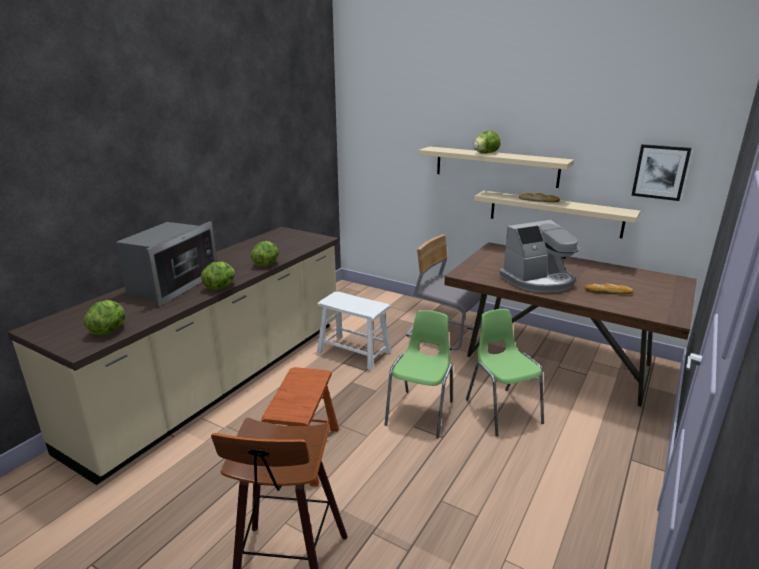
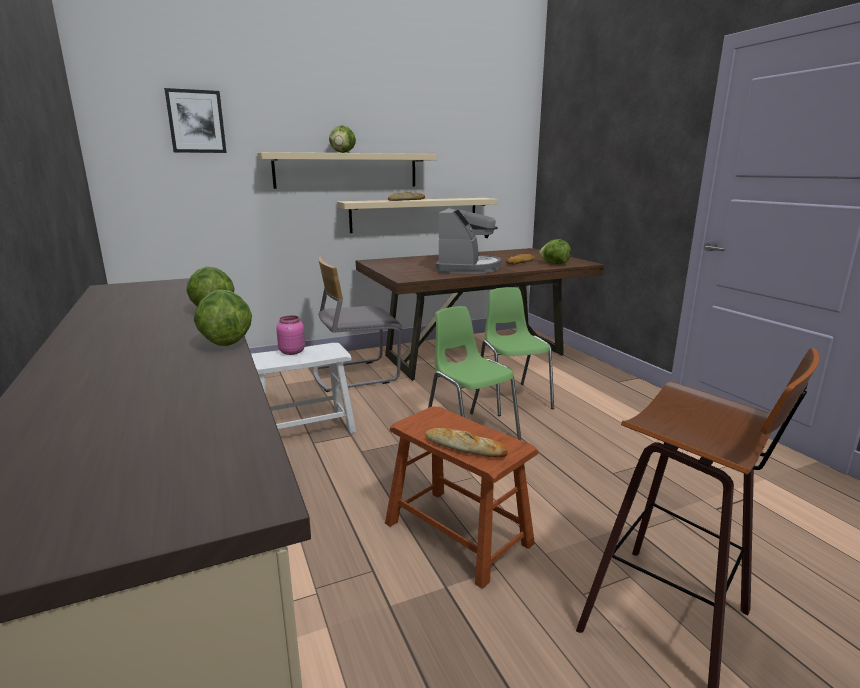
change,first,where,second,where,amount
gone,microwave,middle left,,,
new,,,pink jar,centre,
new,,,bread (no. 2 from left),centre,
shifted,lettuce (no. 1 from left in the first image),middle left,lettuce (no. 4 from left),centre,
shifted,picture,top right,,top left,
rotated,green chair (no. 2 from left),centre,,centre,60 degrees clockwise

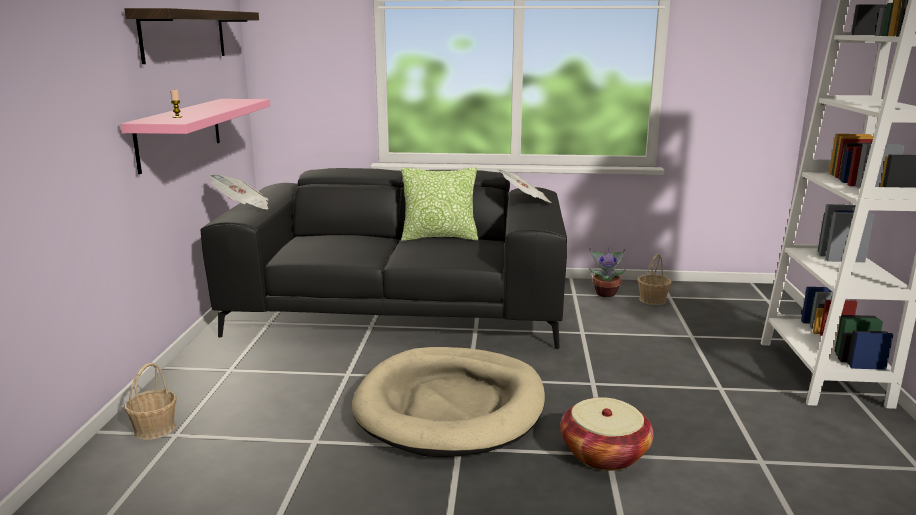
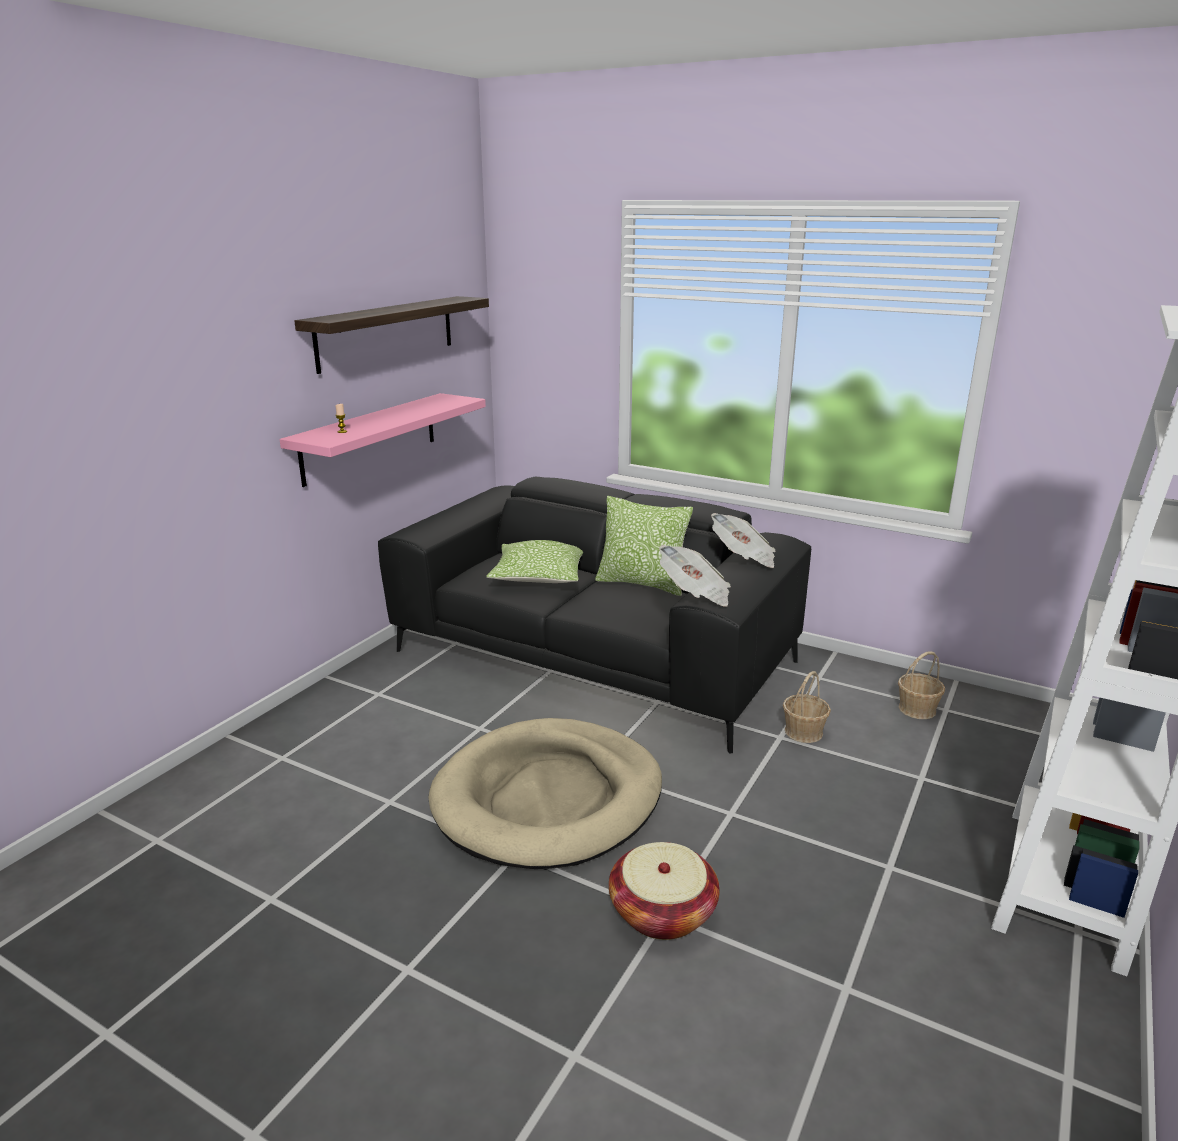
change,first,where,second,where,amount
gone,potted plant,centre,,,
new,,,pillow (no. 1 from left),centre,
shifted,basket (no. 1 from left in the first image),bottom left,basket (no. 2 from left),middle right,
shifted,newspaper (no. 1 from left),middle left,,centre,

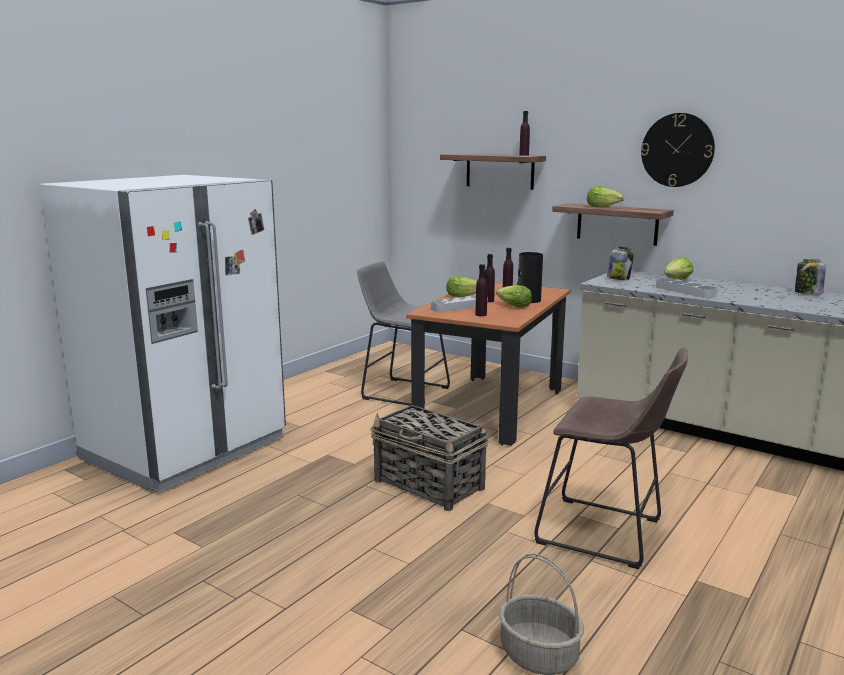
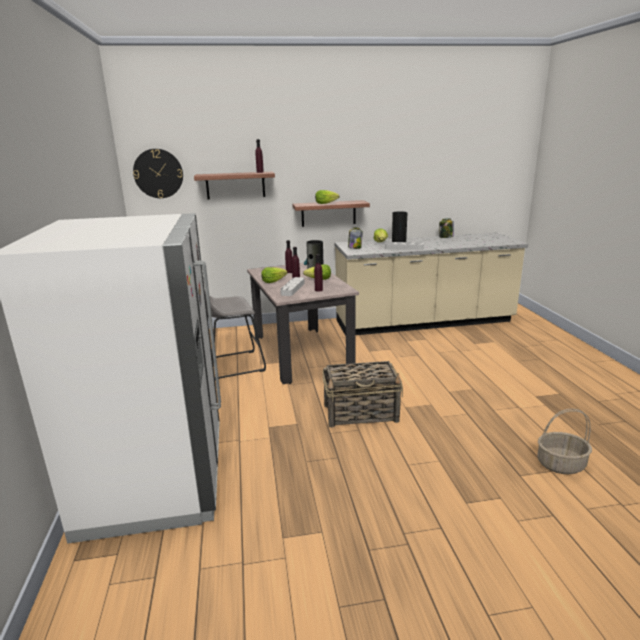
change,first,where,second,where,amount
gone,brown stool,bottom right,,,
new,,,vase (no. 2 from left),centre,
shifted,wall clock,top right,,top left,
repainted,orange dining table,centre,beige dining table,centre,

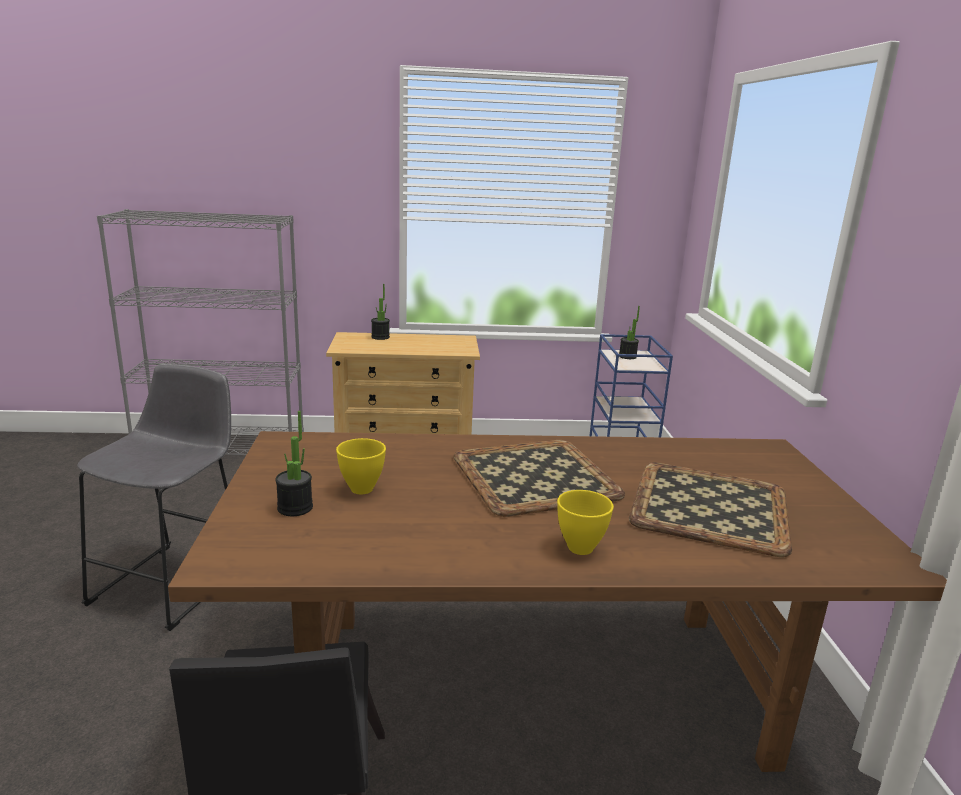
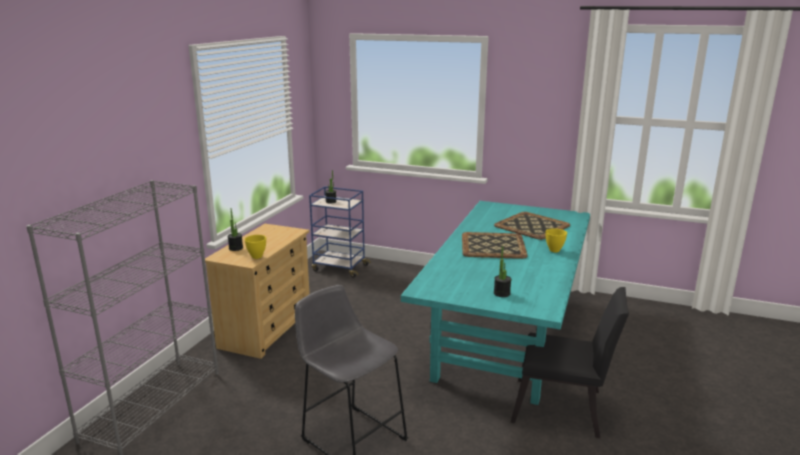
change,first,where,second,where,amount
shifted,yellow bowl (no. 1 from left),centre,,middle left,
repainted,brown dining table,bottom centre,turquoise dining table,centre,

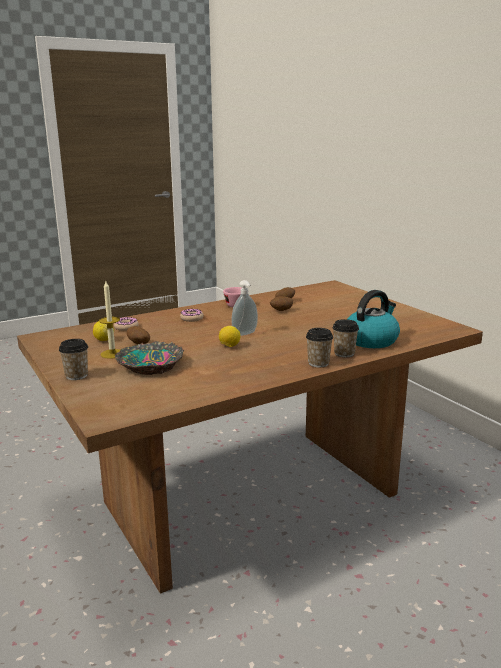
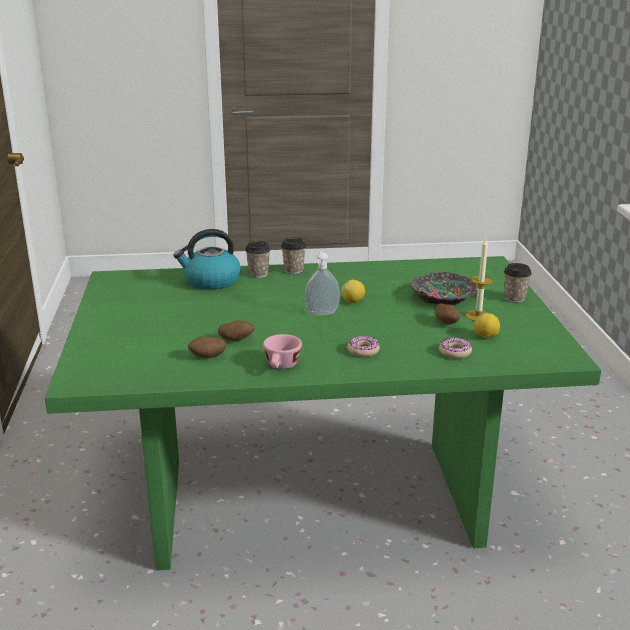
change,first,where,second,where,amount
repainted,brown dining table,centre,green dining table,centre,

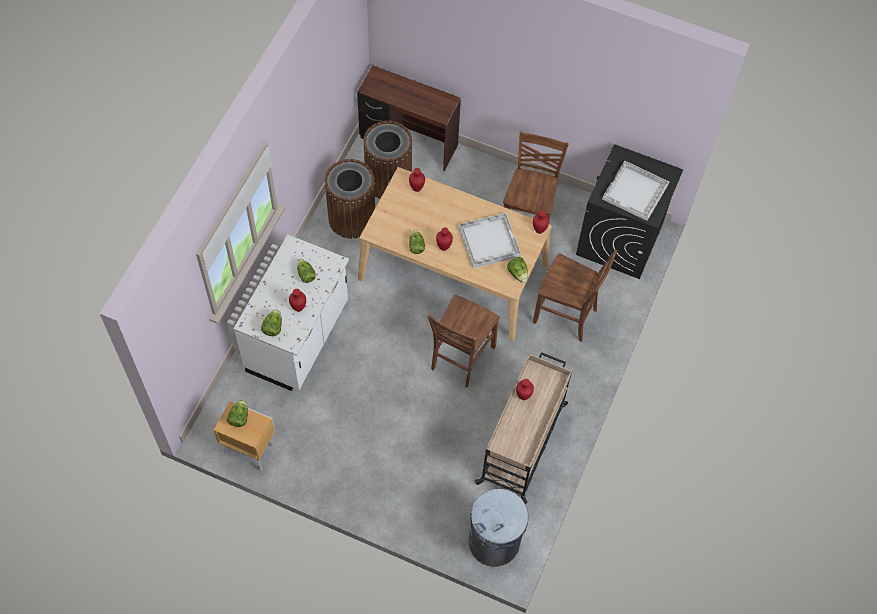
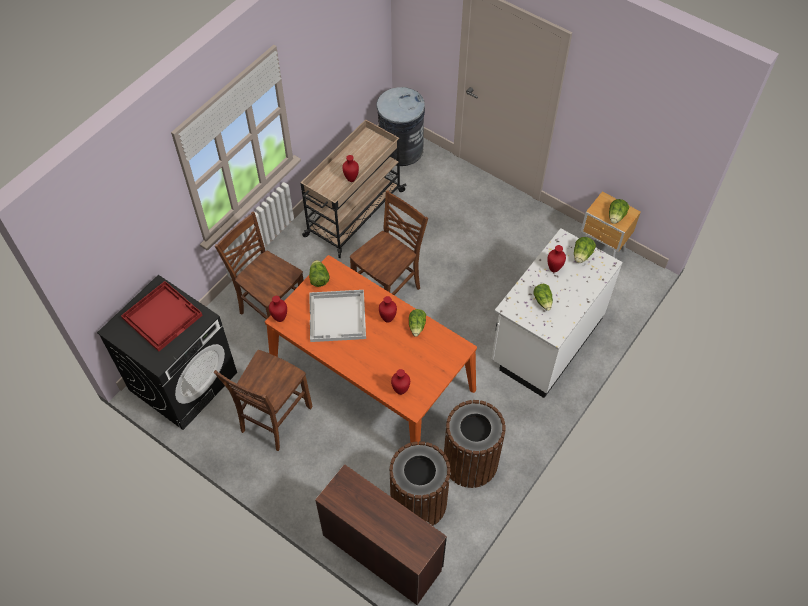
change,first,where,second,where,amount
repainted,beige dining table,centre,orange dining table,centre,
repainted,white tray (no. 2 from left),top right,red tray,middle left,

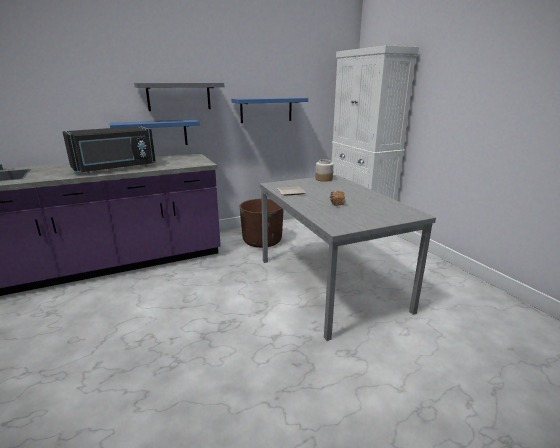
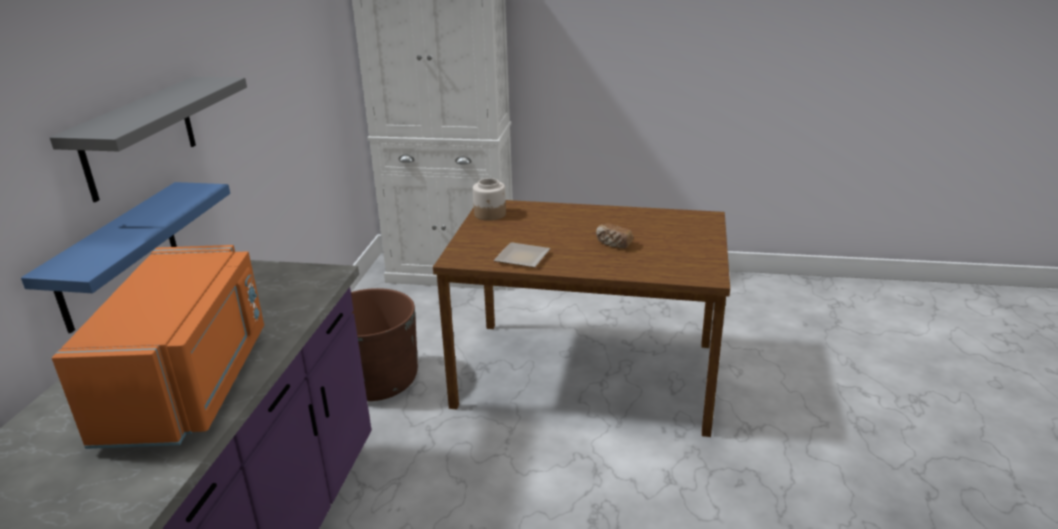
change,first,where,second,where,amount
gone,blue shelf (no. 2 from left),top centre,,,
repainted,black microwave,middle left,orange microwave,middle left,
repainted,grey dining table,centre,brown dining table,centre,

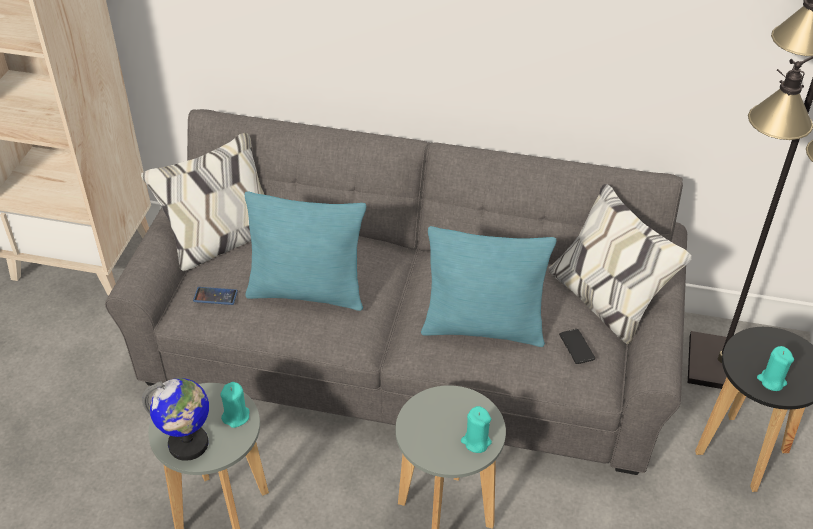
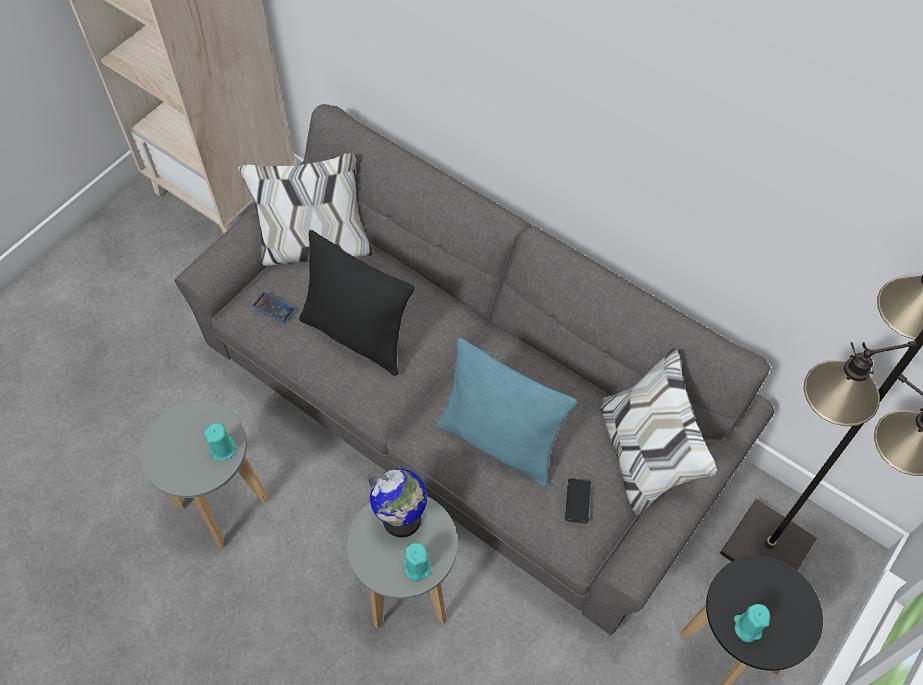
change,first,where,second,where,amount
shifted,globe,bottom left,,bottom centre,
repainted,turquoise pillow (no. 1 from left),centre,black pillow,centre,

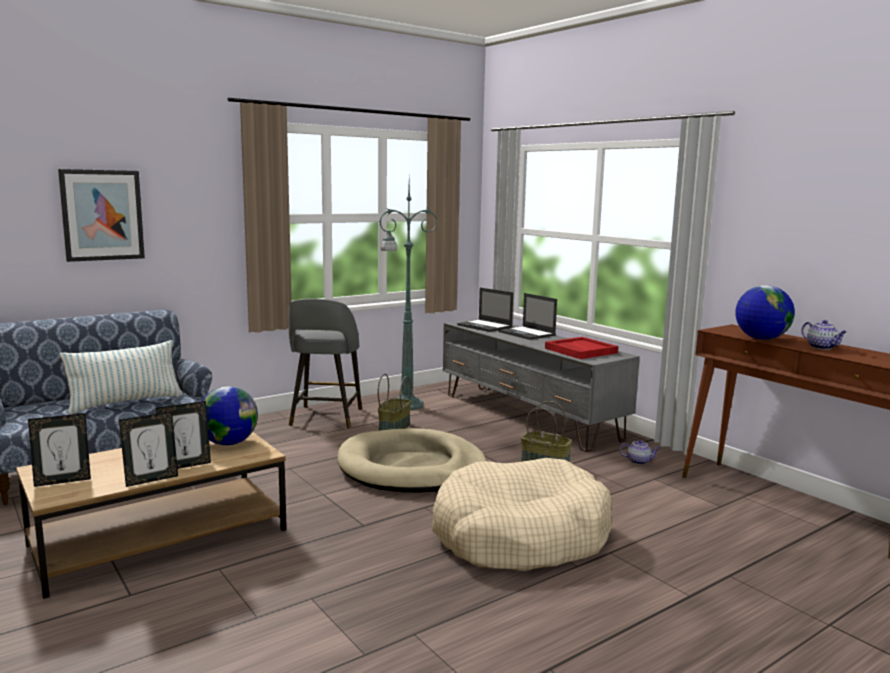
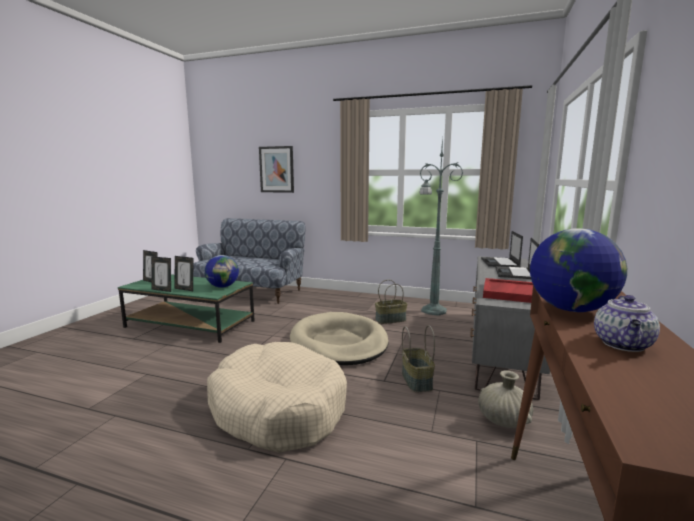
change,first,where,second,where,amount
gone,pillow,middle left,,,
gone,grey stool,centre,,,
swapped,teapot (no. 1 from left),bottom right,beige vase,bottom right,
repainted,brown coffee table,bottom left,green coffee table,middle left,

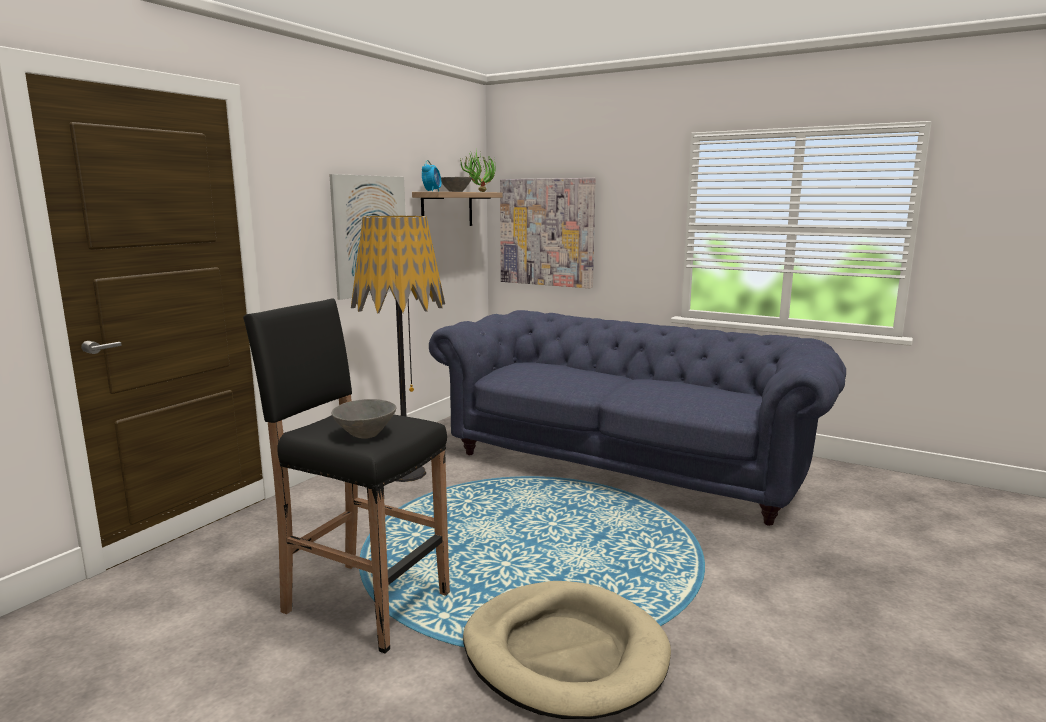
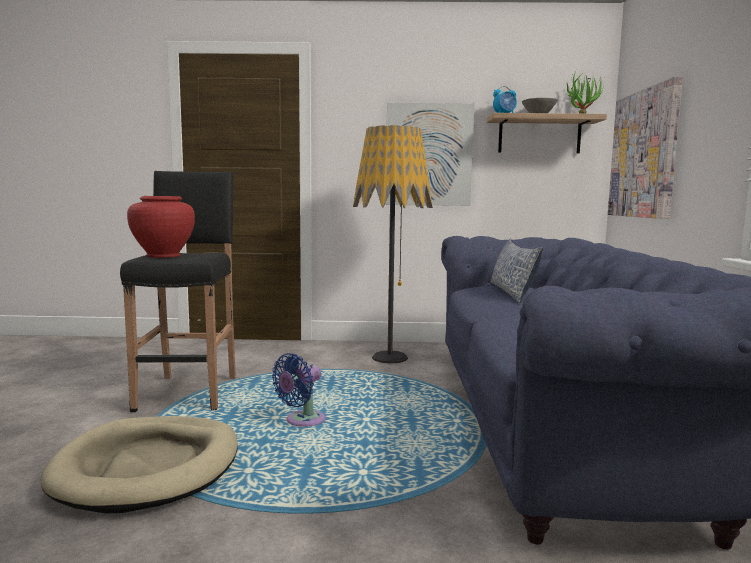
change,first,where,second,where,amount
new,,,blue fan,bottom centre,
new,,,pillow,middle right,
swapped,grey bowl (no. 1 from left),centre,red vase,middle left,

